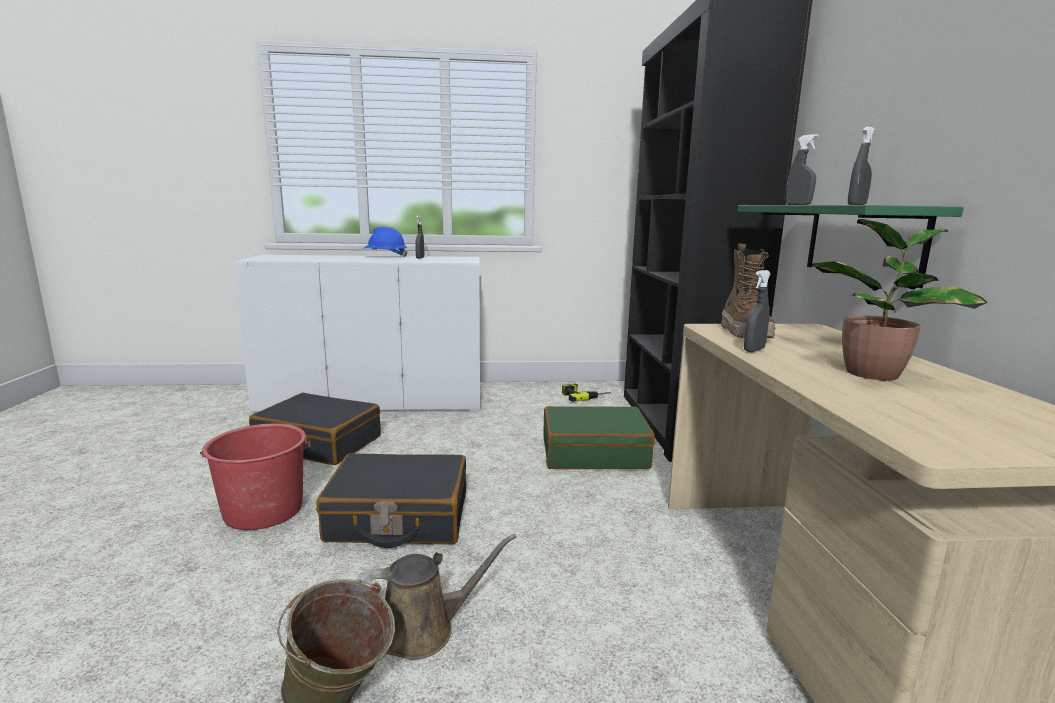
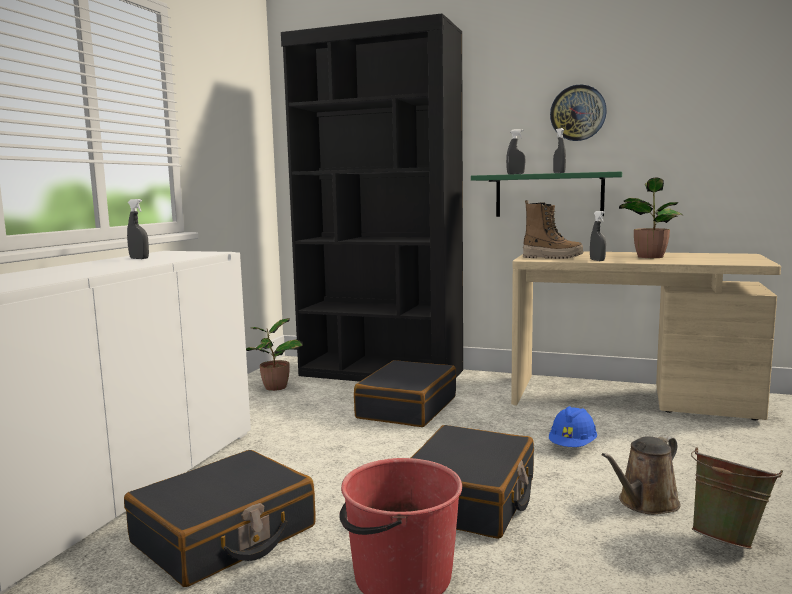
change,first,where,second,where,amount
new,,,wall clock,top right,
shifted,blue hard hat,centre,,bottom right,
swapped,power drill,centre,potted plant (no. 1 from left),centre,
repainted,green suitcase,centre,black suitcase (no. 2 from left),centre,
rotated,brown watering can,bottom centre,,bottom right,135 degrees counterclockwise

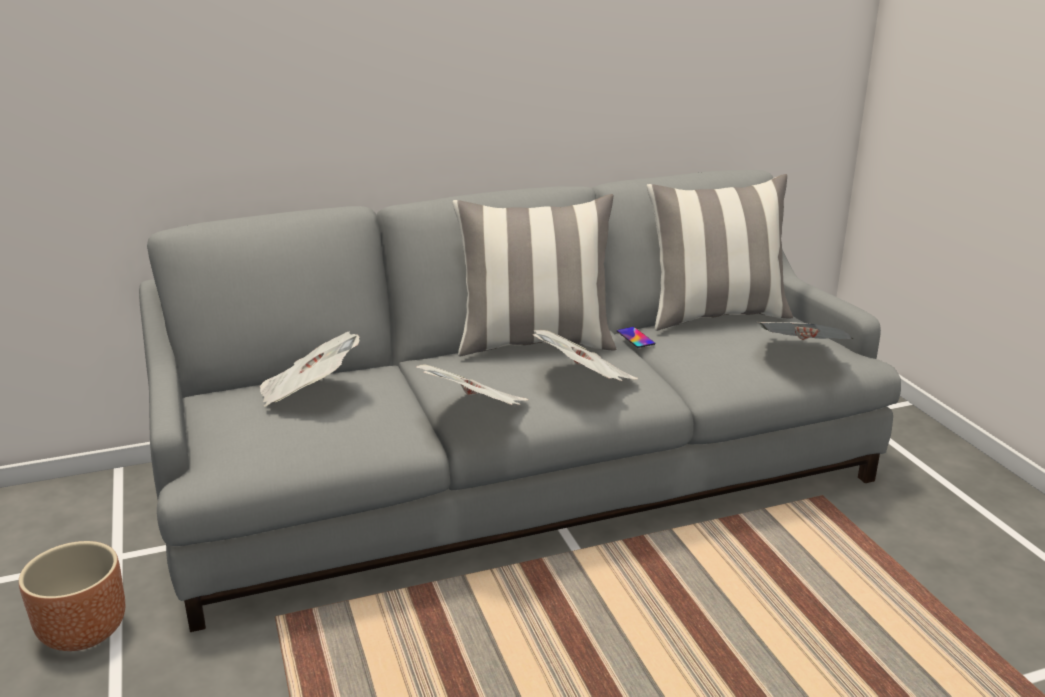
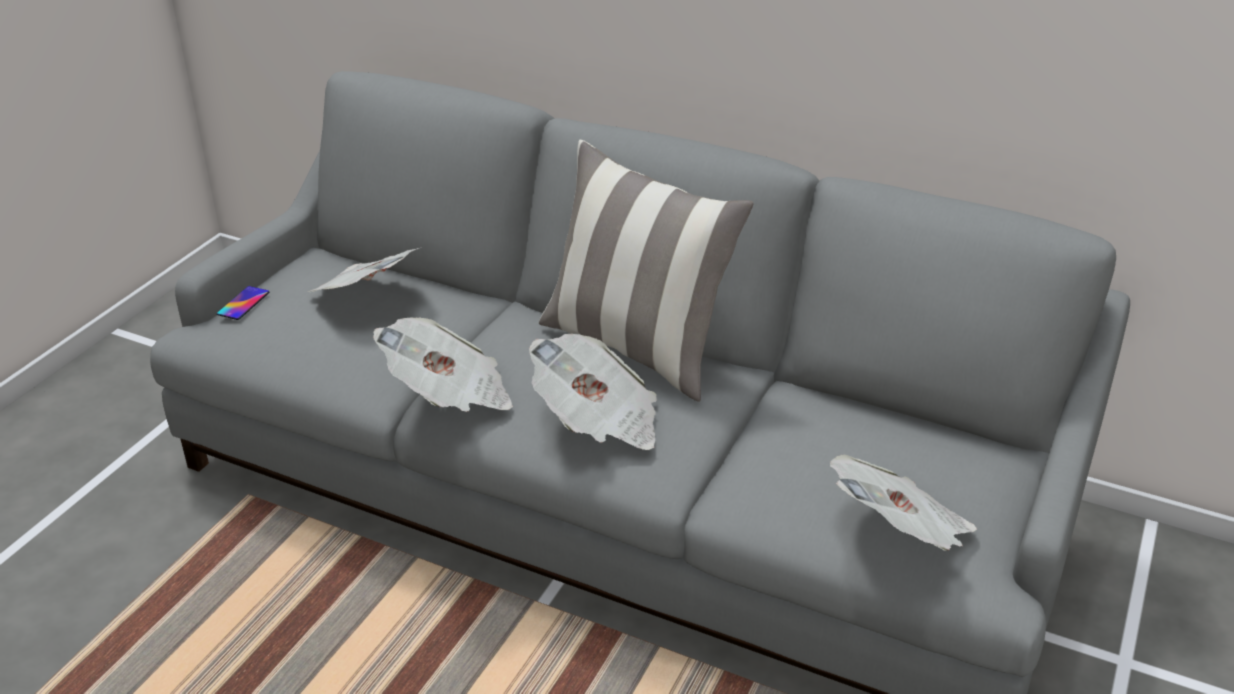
change,first,where,second,where,amount
gone,brown planter,bottom left,,,
gone,pillow (no. 2 from left),middle right,,,
shifted,phone,centre,,middle left,

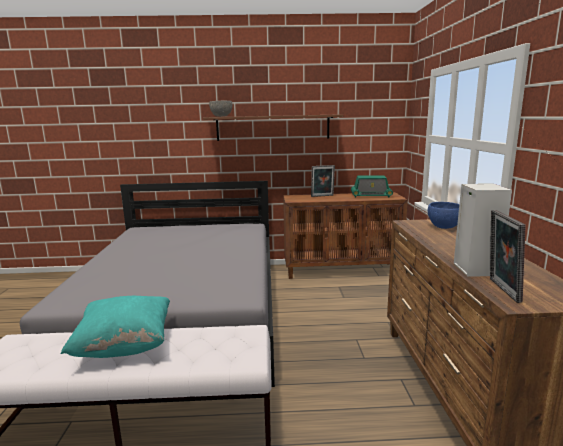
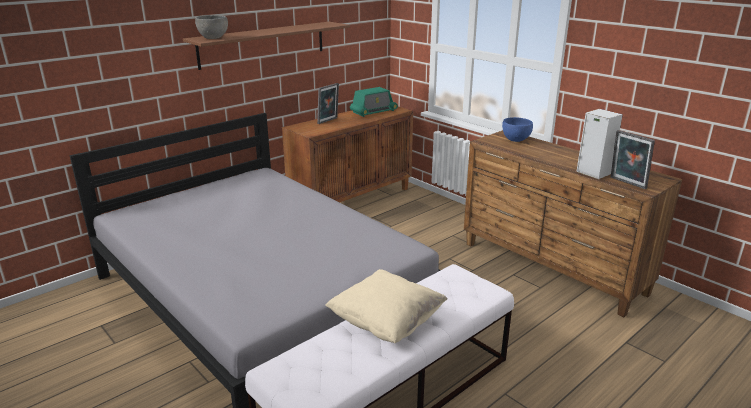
change,first,where,second,where,amount
repainted,turquoise pillow,bottom left,beige pillow,bottom centre,

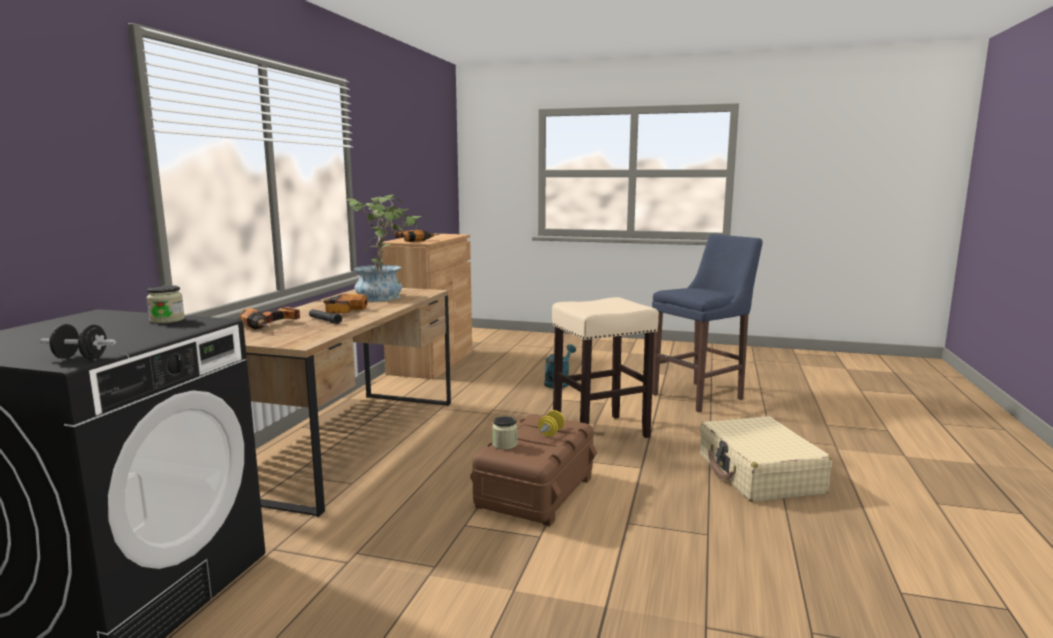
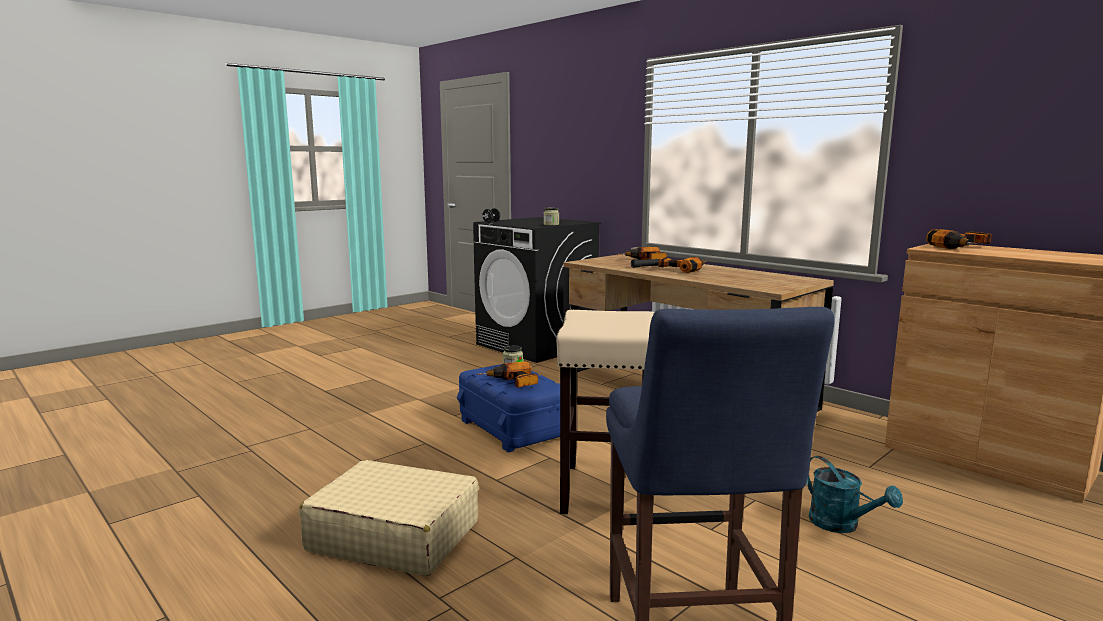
change,first,where,second,where,amount
gone,potted plant,centre,,,
swapped,yellow dumbbell,centre,power drill (no. 1 from left),centre,
repainted,brown storage box,bottom centre,blue storage box,centre,

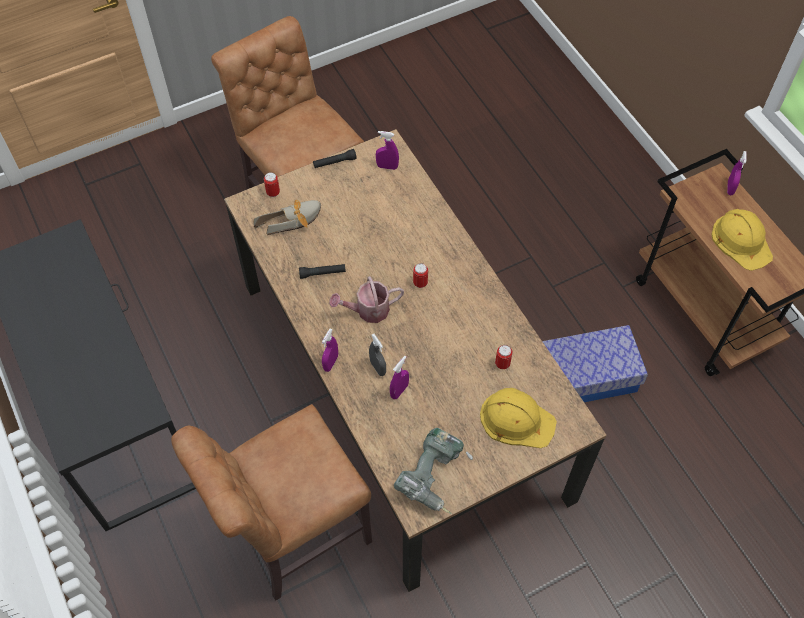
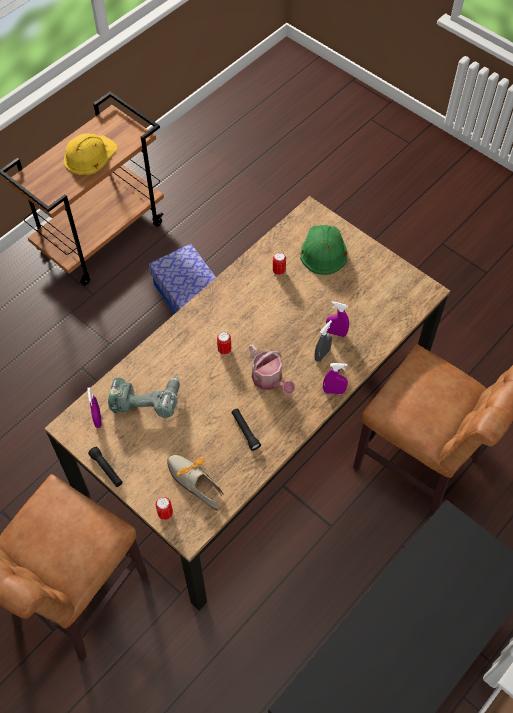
change,first,where,second,where,amount
gone,purple spray bottle (no. 4 from left),top right,,,
shifted,power drill,bottom centre,,middle left,
repainted,yellow hard hat (no. 1 from left),bottom centre,green hard hat,centre,

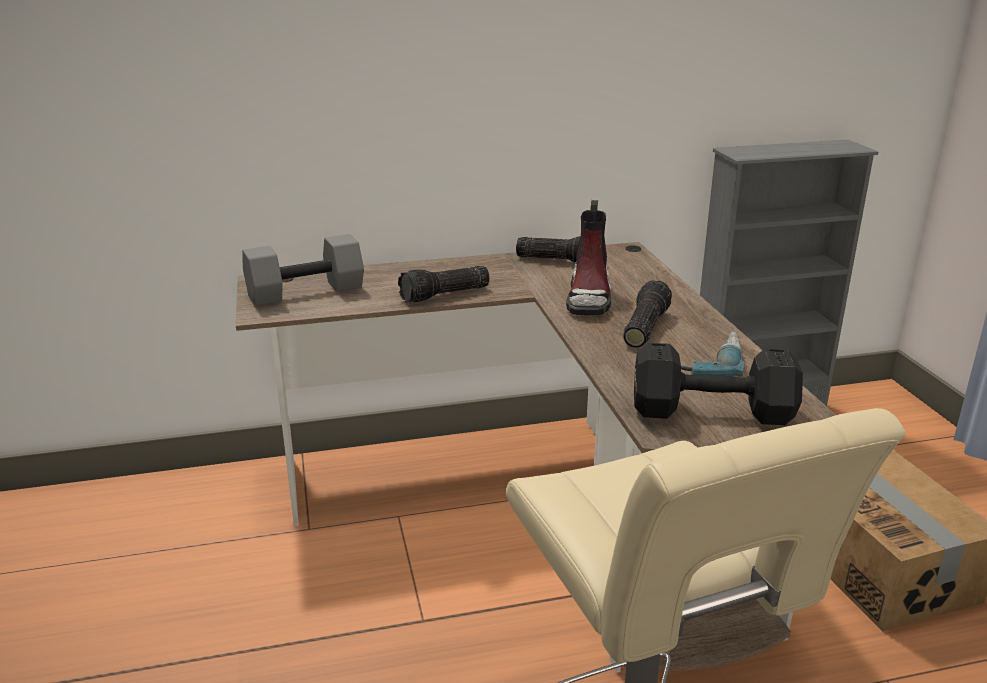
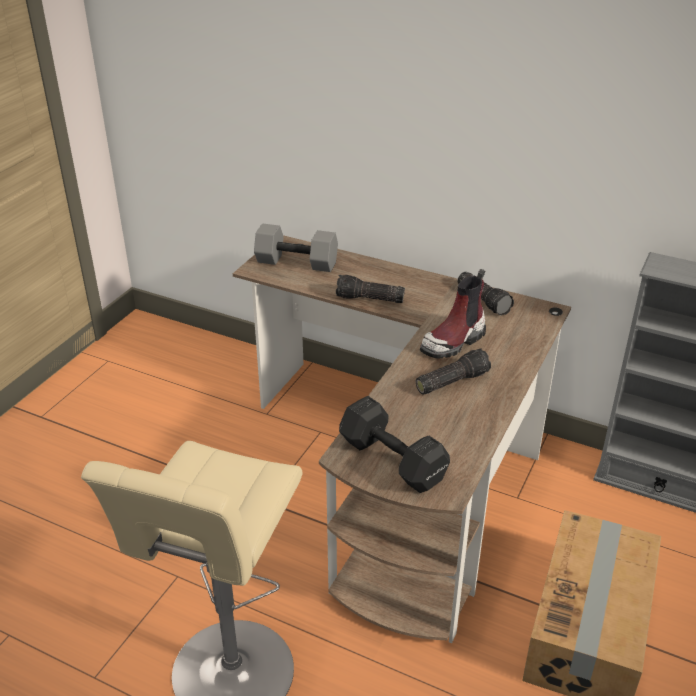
change,first,where,second,where,amount
gone,power drill,middle right,,,

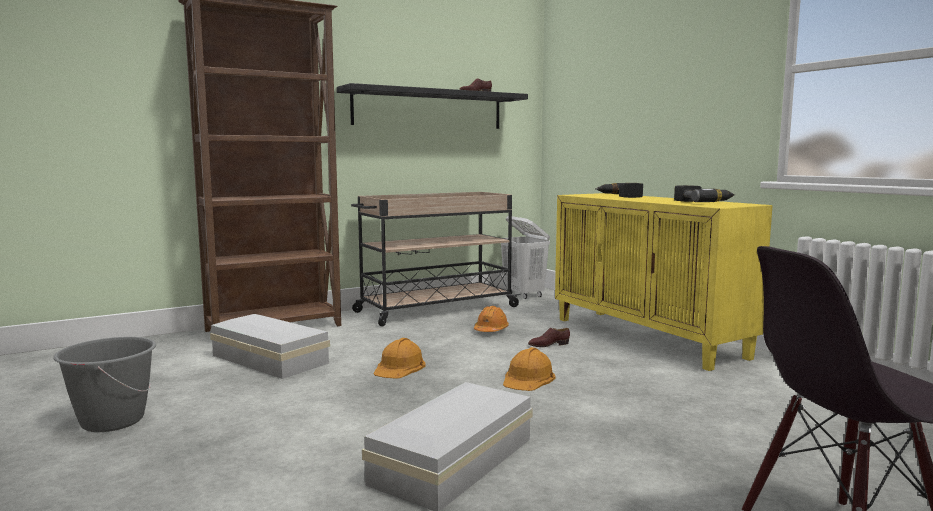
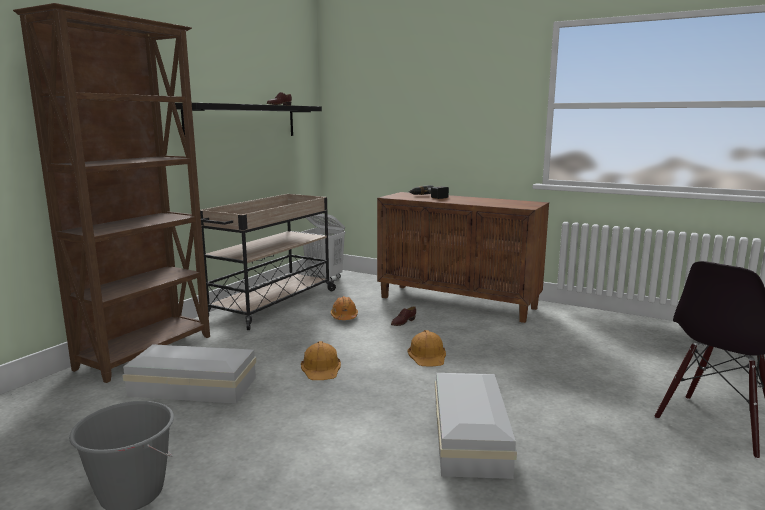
change,first,where,second,where,amount
gone,power drill (no. 2 from left),middle right,,,
repainted,yellow cabinet,middle right,brown cabinet,centre,

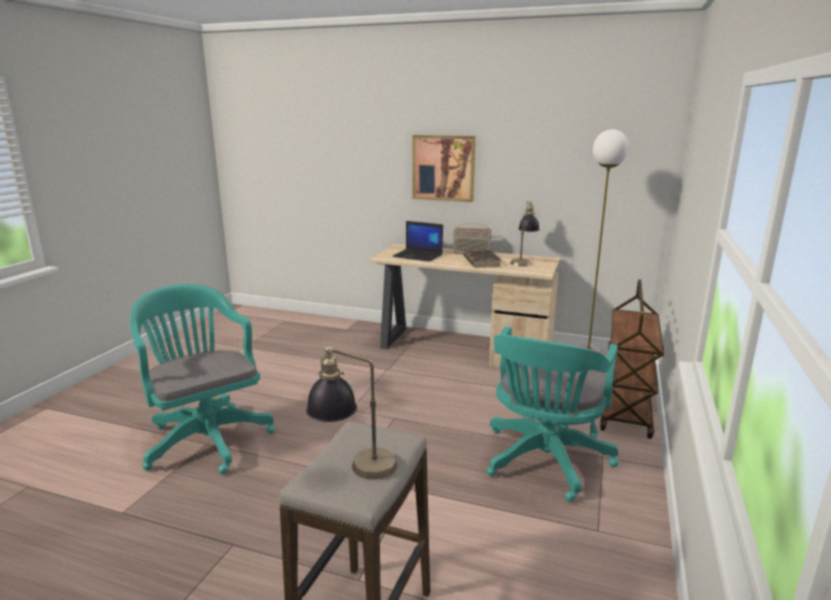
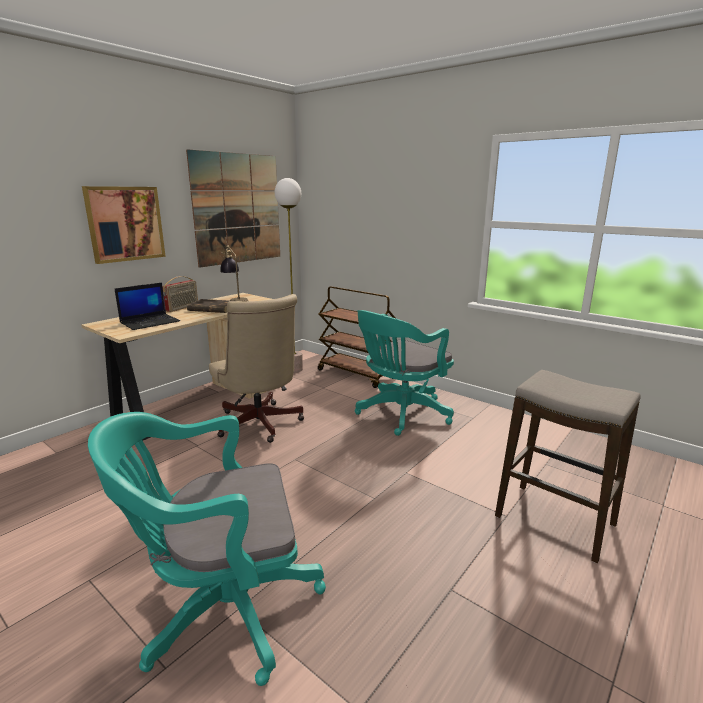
change,first,where,second,where,amount
gone,table lamp (no. 1 from left),bottom centre,,,
new,,,picture (no. 2 from left),top left,
new,,,beige office chair,centre,
rotated,turquoise office chair (no. 2 from left),bottom centre,,centre,90 degrees clockwise

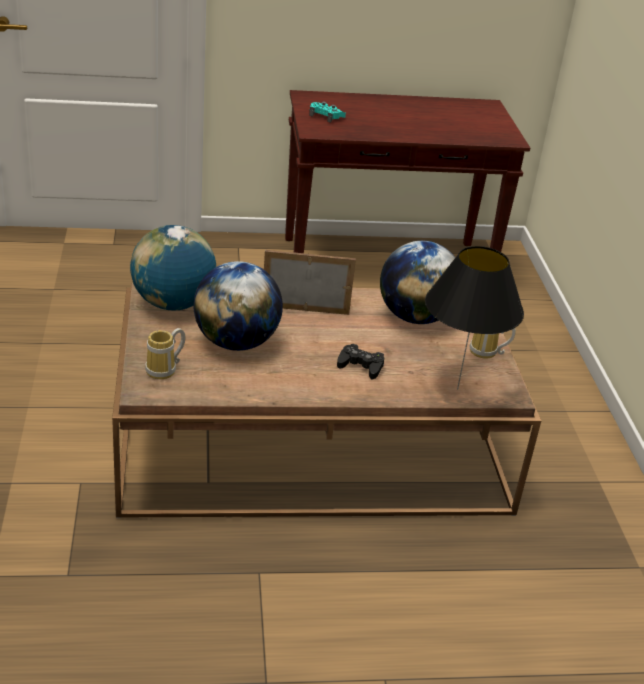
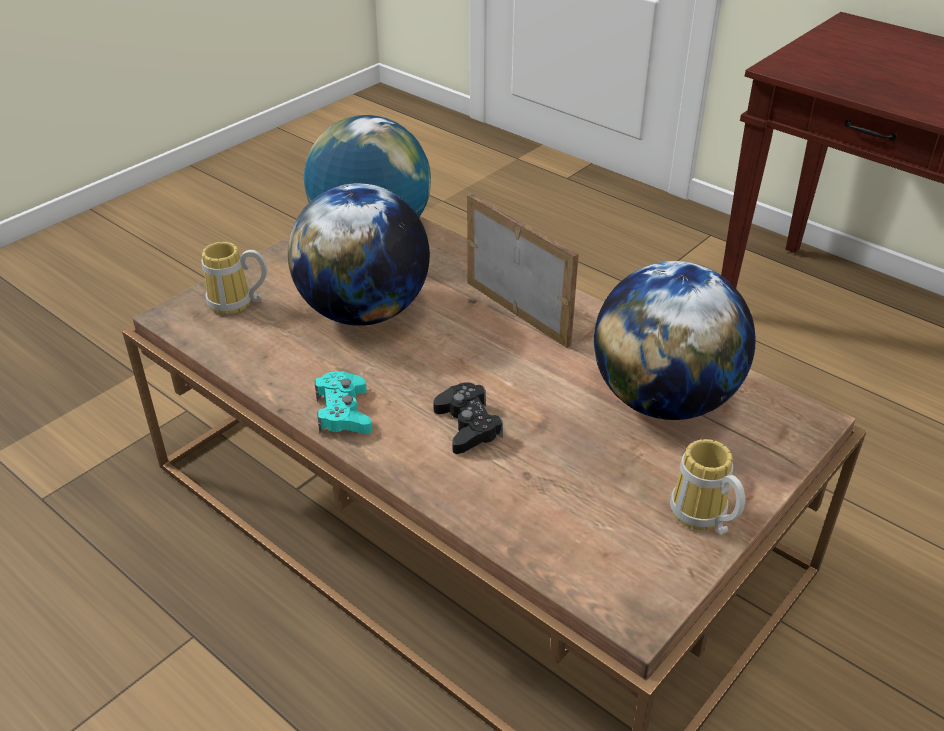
change,first,where,second,where,amount
gone,black table lamp,middle right,,,
shifted,turquoise game controller,top centre,,centre,

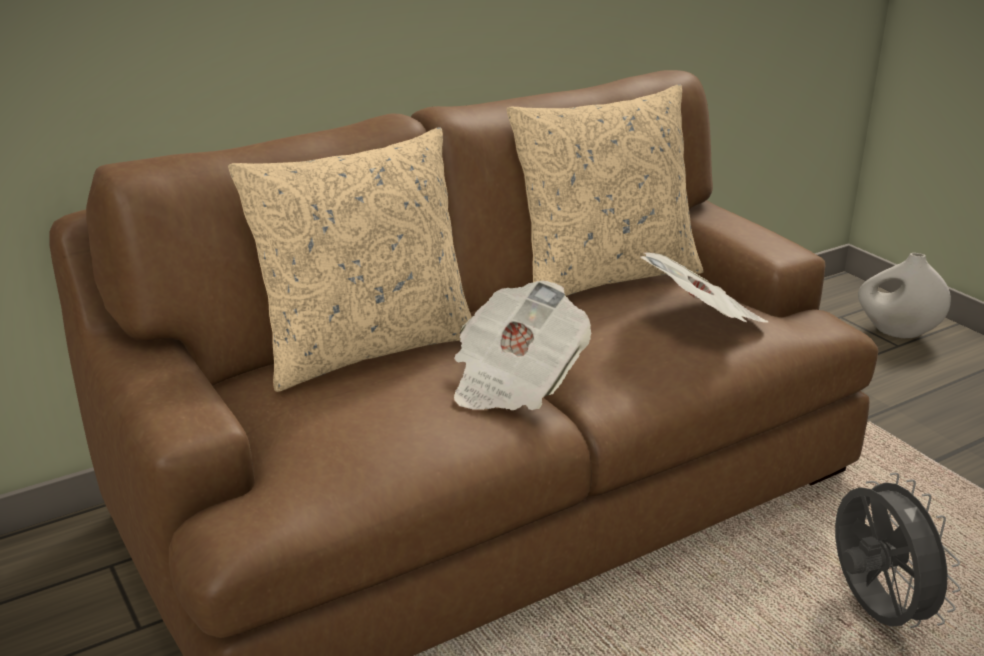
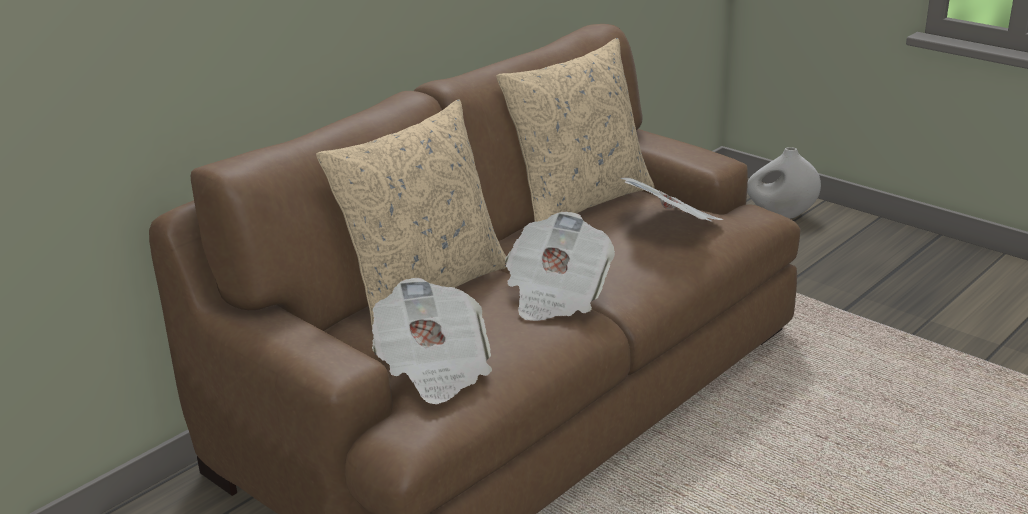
change,first,where,second,where,amount
gone,grey fan,bottom right,,,
new,,,newspaper (no. 1 from left),centre,

